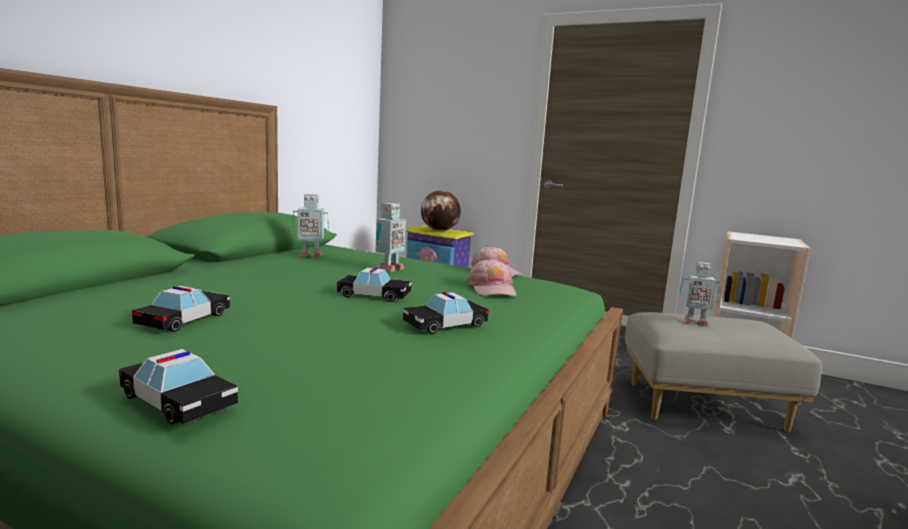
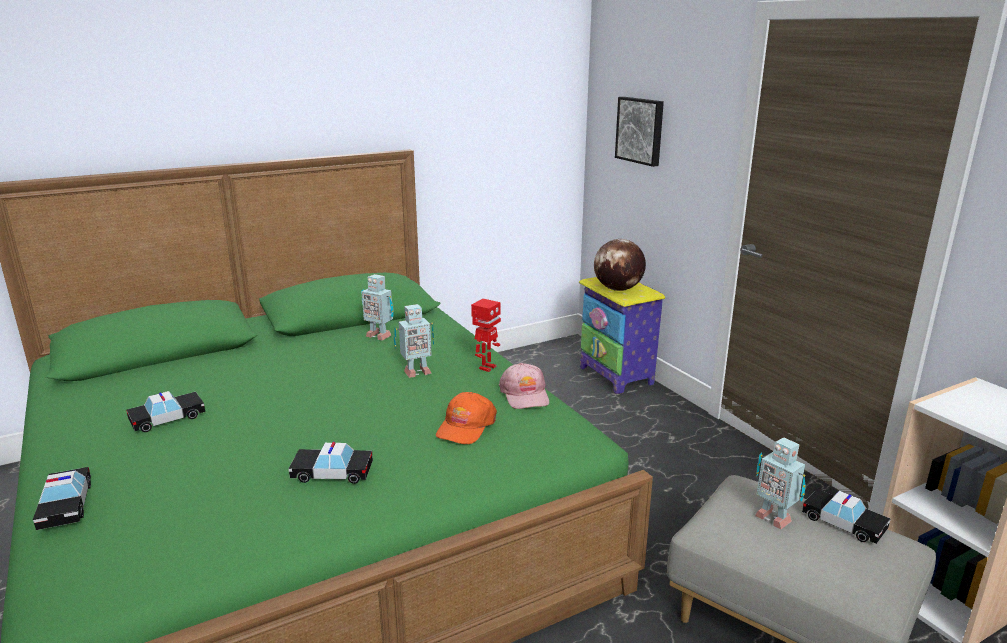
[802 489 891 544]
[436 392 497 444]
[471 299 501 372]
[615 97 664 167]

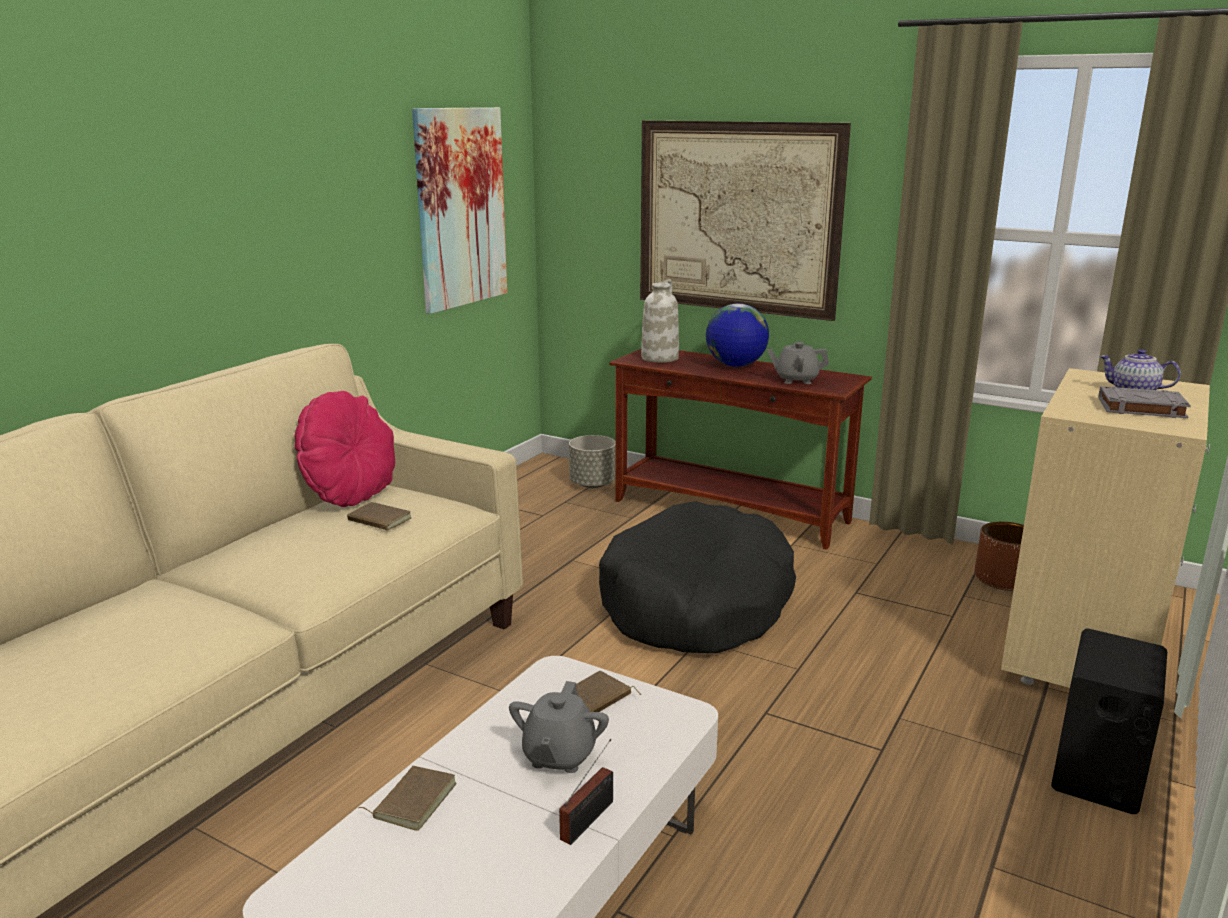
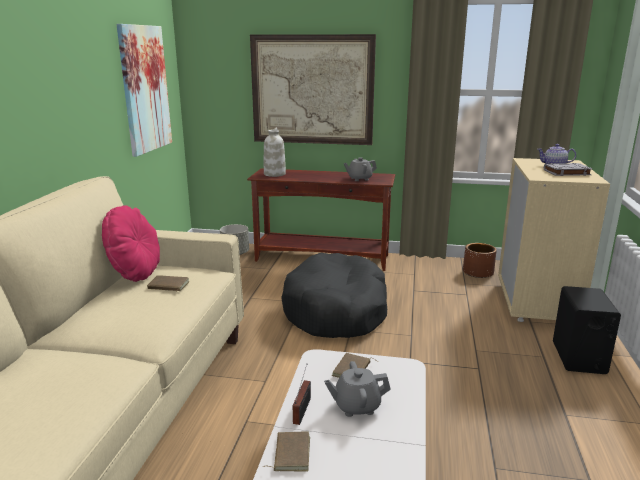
[324 361 391 417]
[293 364 311 425]
[706 303 769 367] (first image)

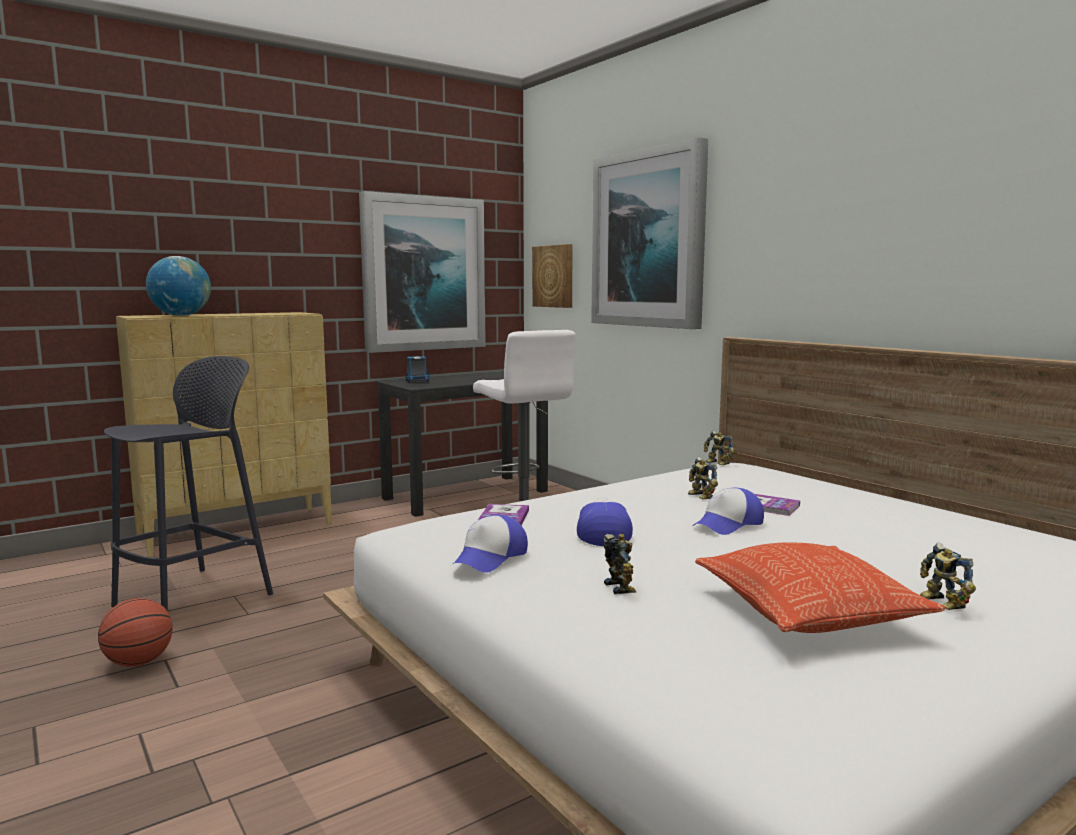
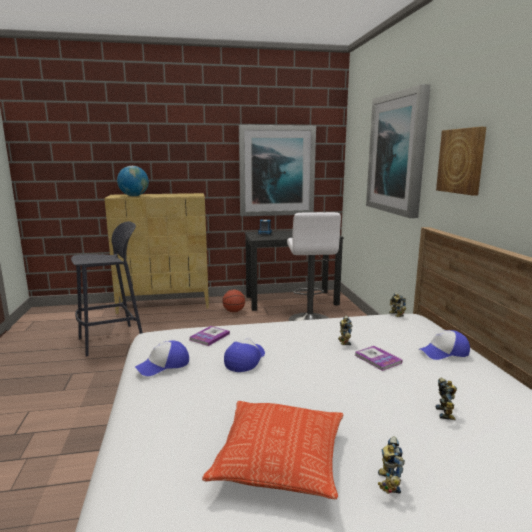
[223 290 245 312]
[436 127 486 196]
[436 378 457 420]
[418 330 470 360]

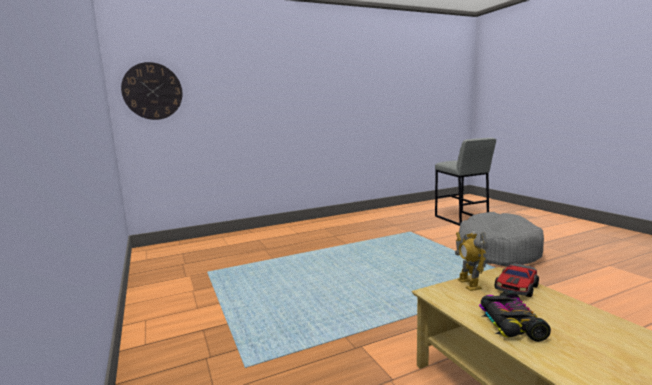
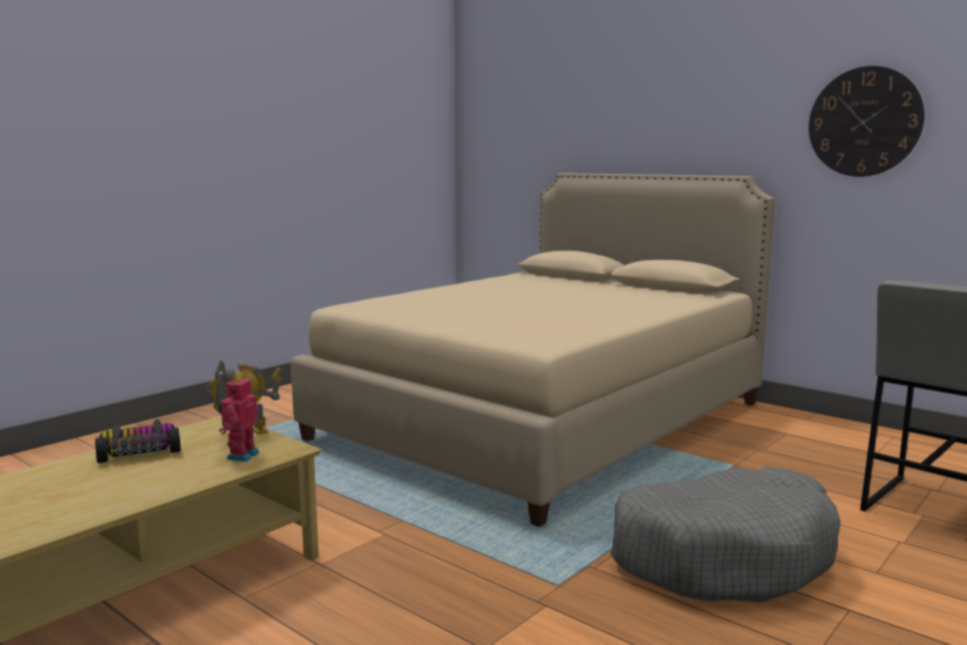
[809 66 924 177]
[219 376 259 462]
[291 173 775 527]

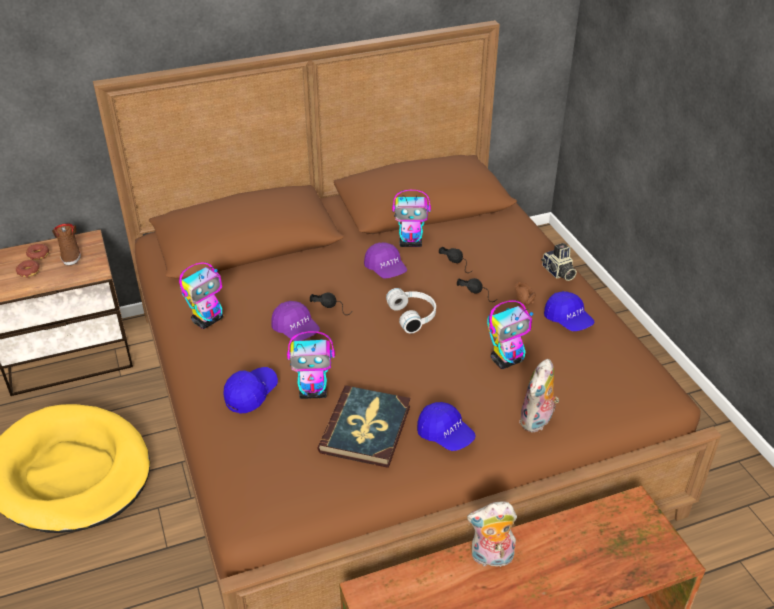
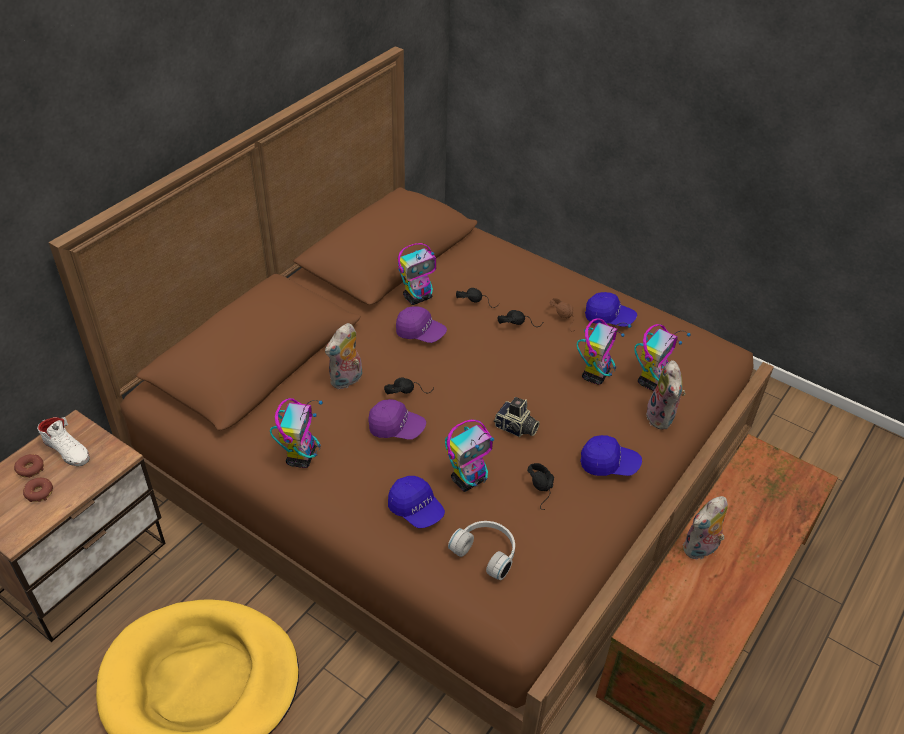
[37 417 90 466]
[388 476 445 528]
[527 463 554 510]
[448 521 515 580]
[494 397 540 437]
[325 323 363 389]
[634 324 691 391]

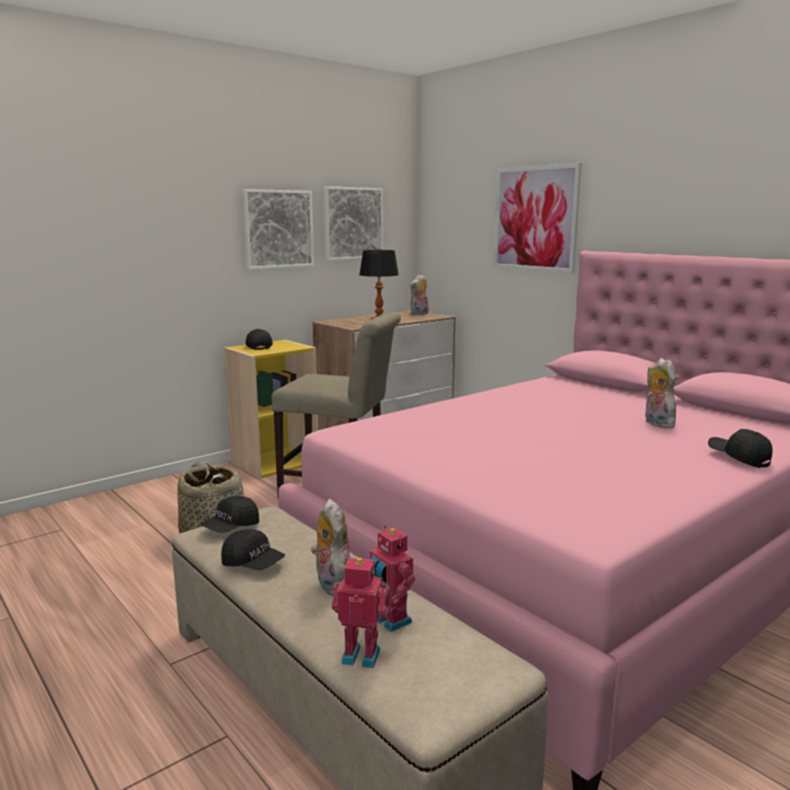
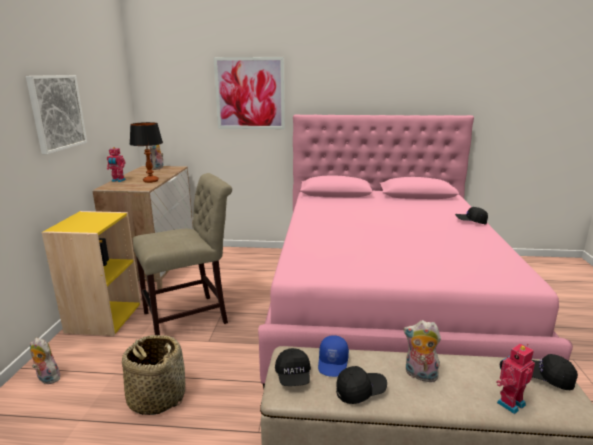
[531 354 578 390]
[323 186 383 261] (first image)
[107 147 126 182]
[30 338 61 384]
[318 335 349 377]

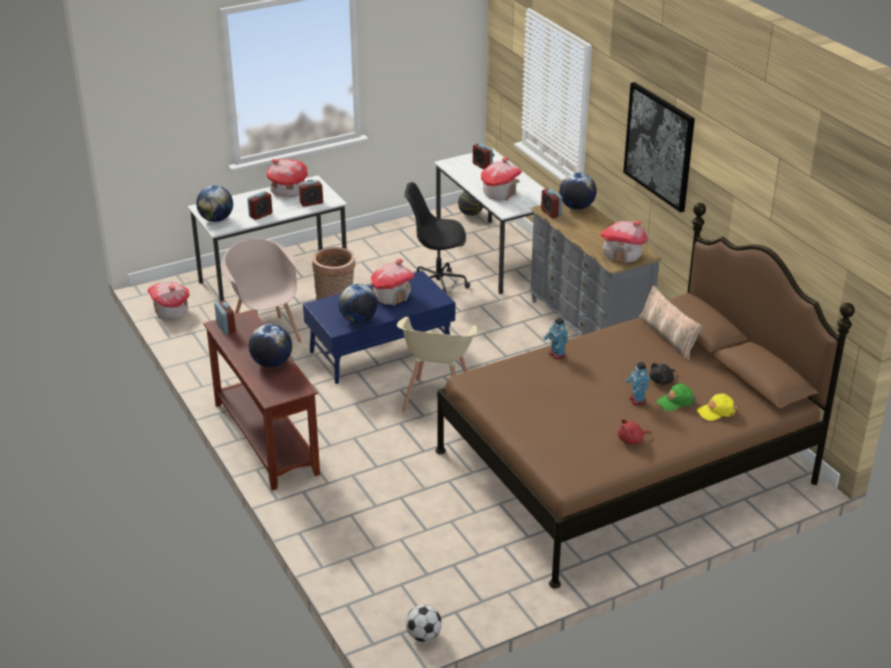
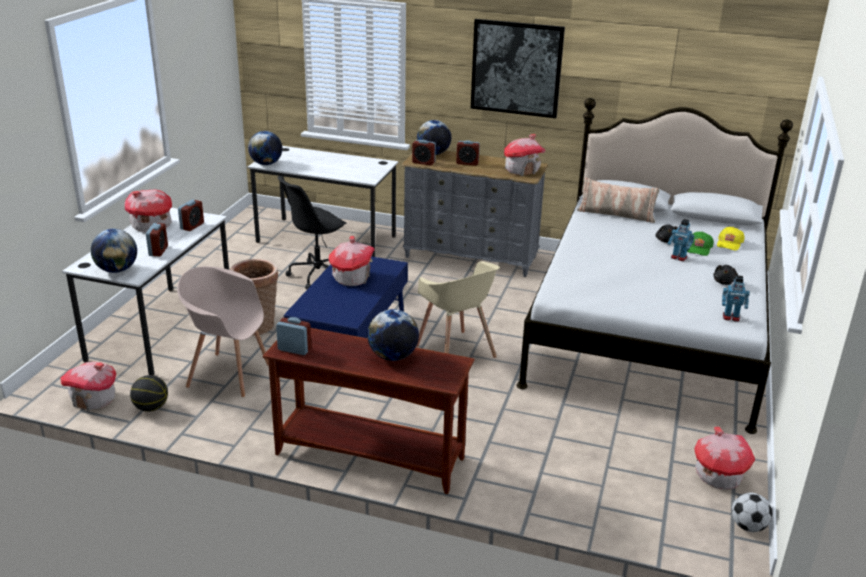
[248 131 282 165]
[517 98 793 434]
[130 375 168 412]
[456 140 480 166]
[694 427 755 490]
[722 275 750 322]
[713 265 738 285]

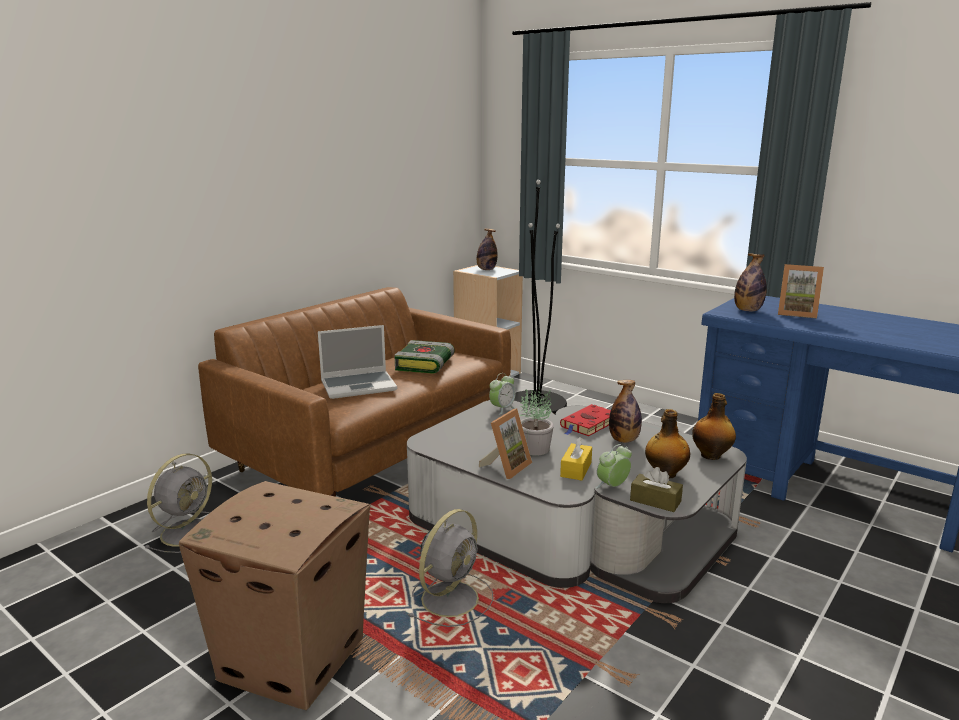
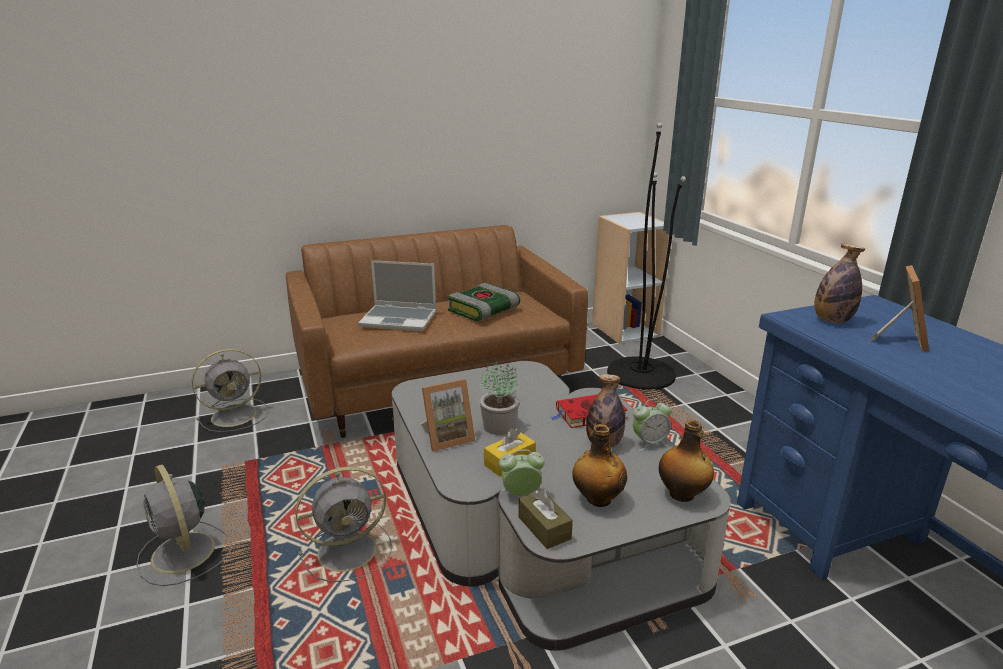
[137 464 232 586]
[477 229 497 270] (first image)
[633 398 672 451]
[869 265 929 351]

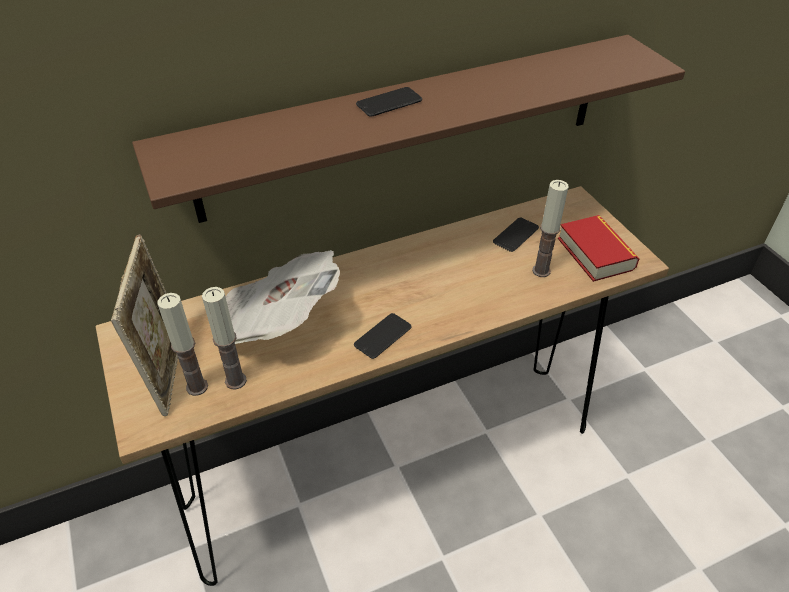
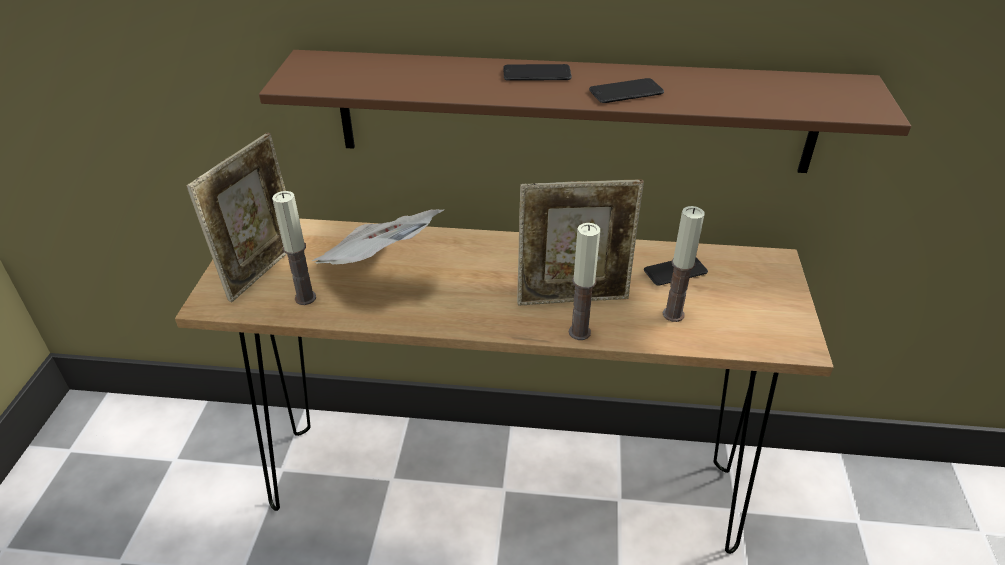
[569 223 600 340]
[589 78 664 103]
[558 215 640 282] (first image)
[517 180 644 305]

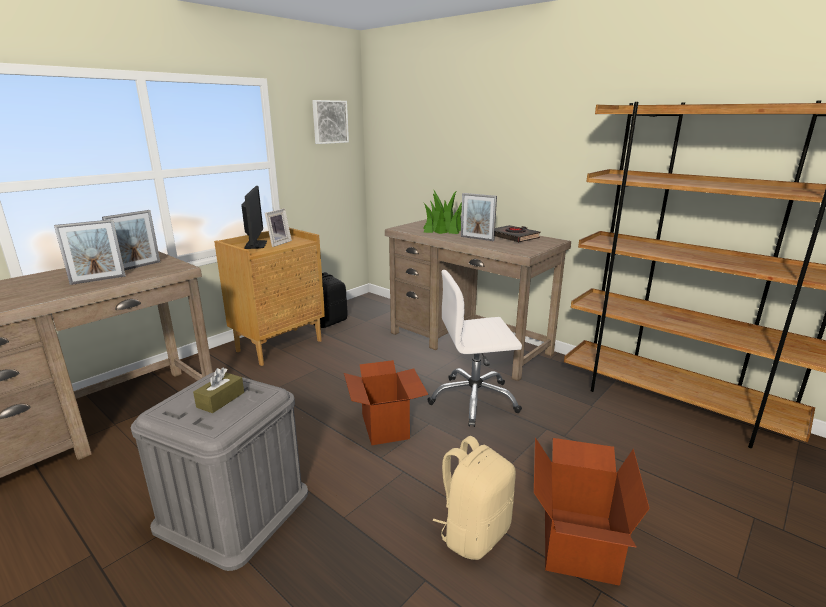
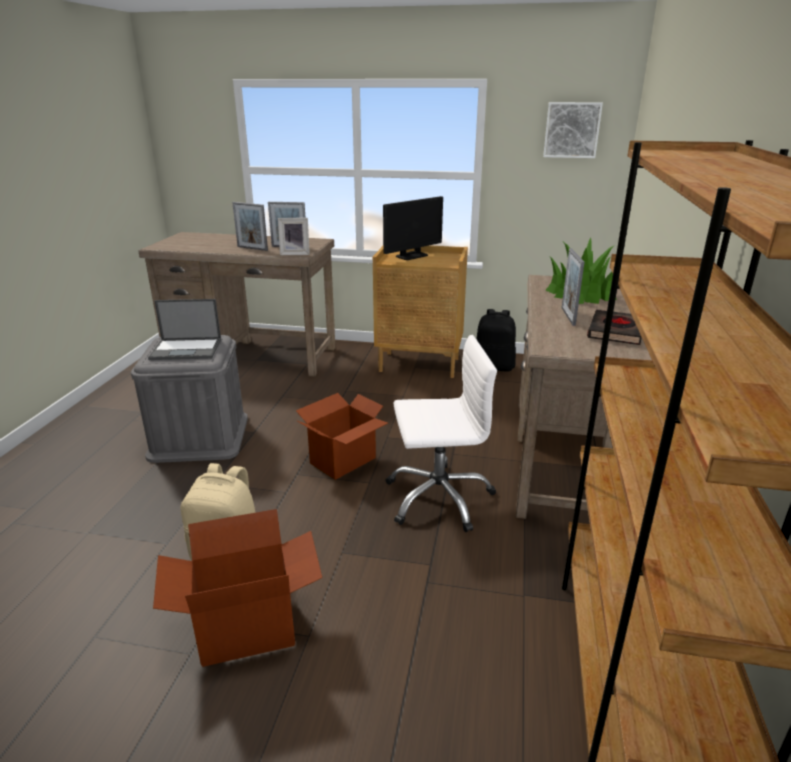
[148 299 221 360]
[278 218 310 255]
[386 335 497 532]

